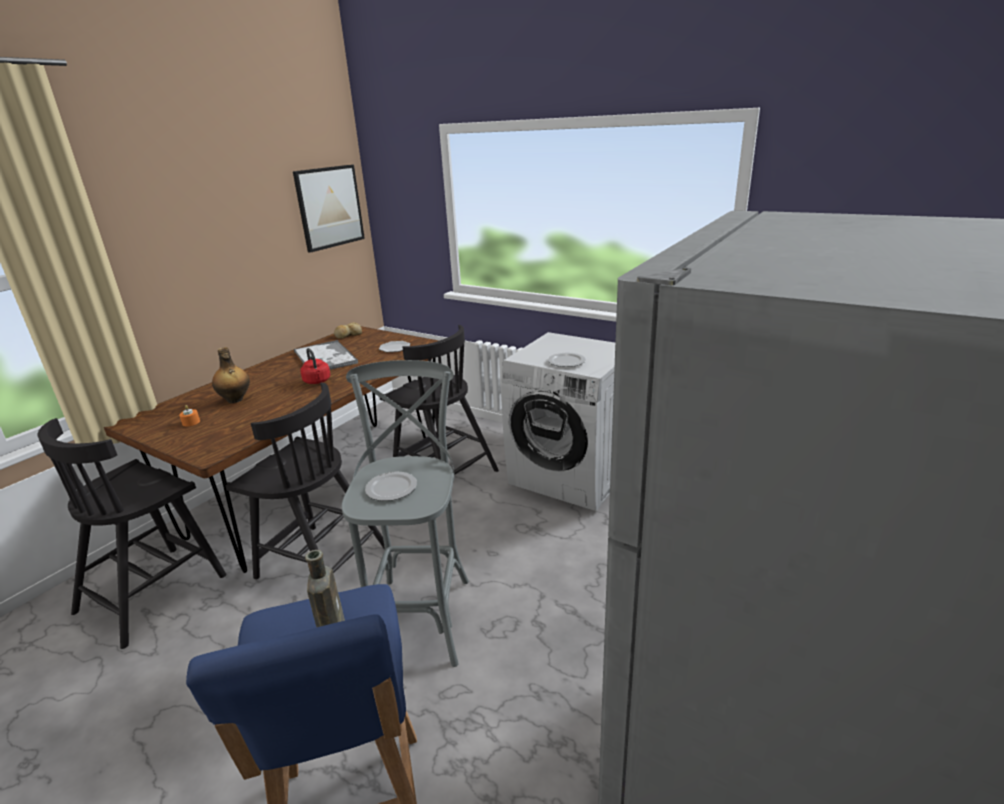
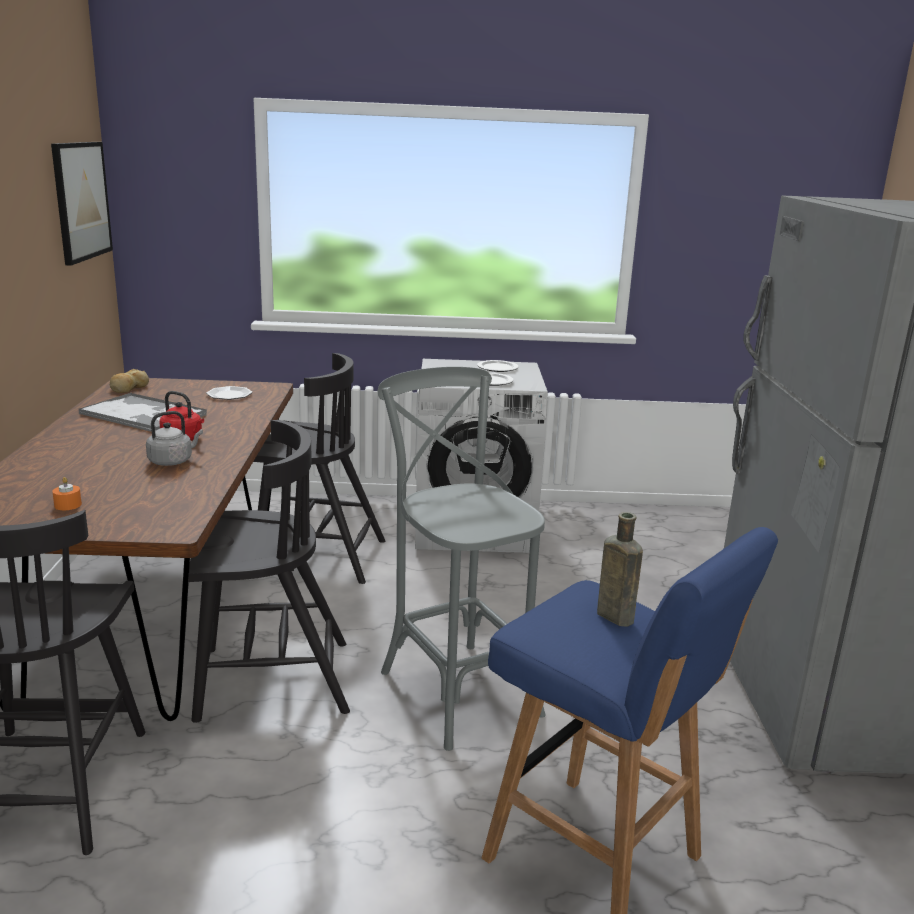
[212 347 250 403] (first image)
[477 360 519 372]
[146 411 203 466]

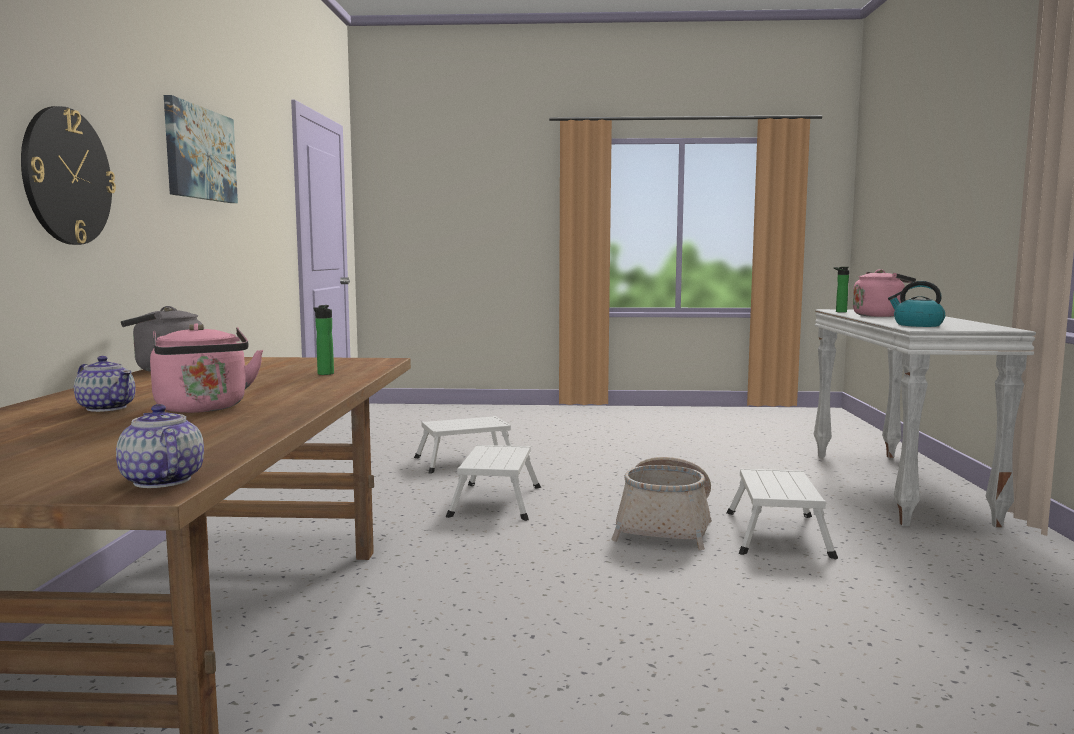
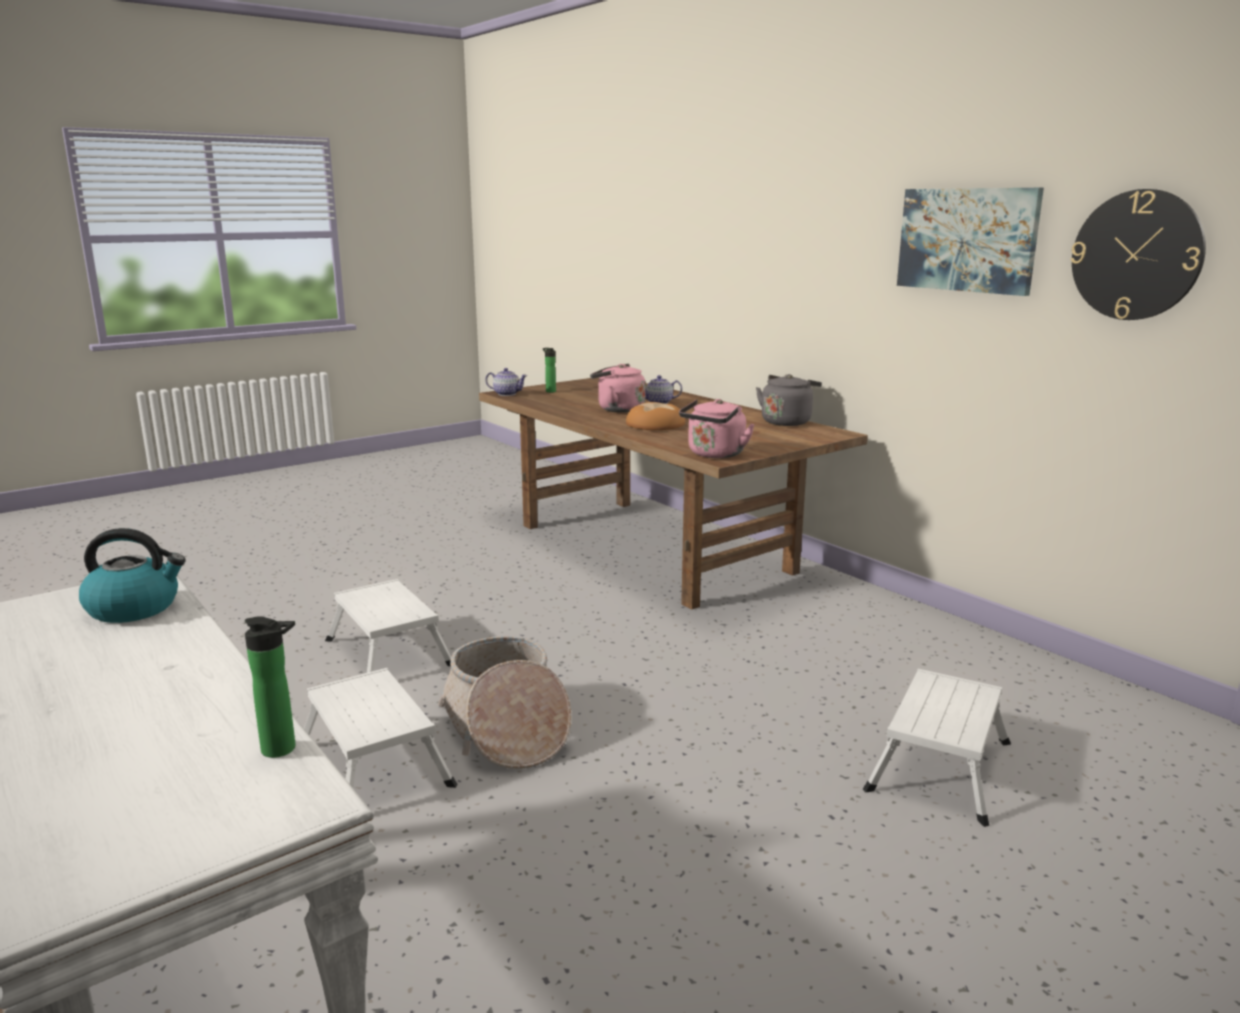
[1071 189 1206 320]
[543 348 556 393]
[325 579 451 673]
[679 399 755 458]
[626 402 685 430]

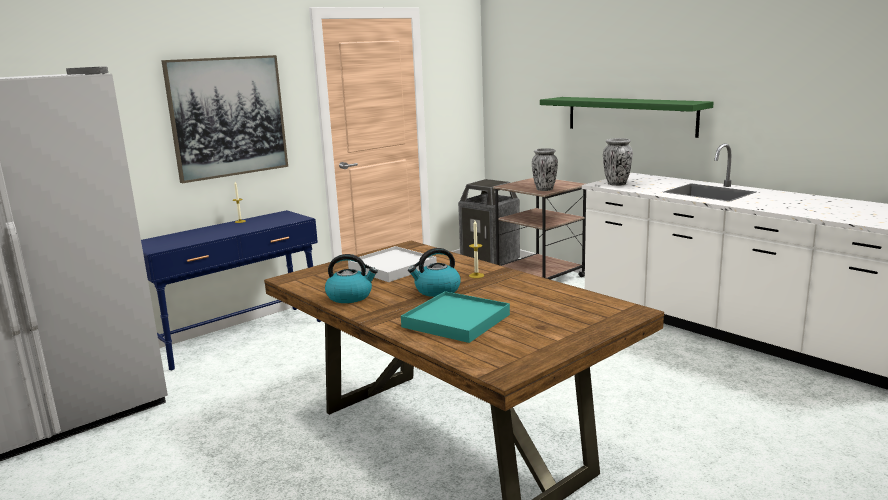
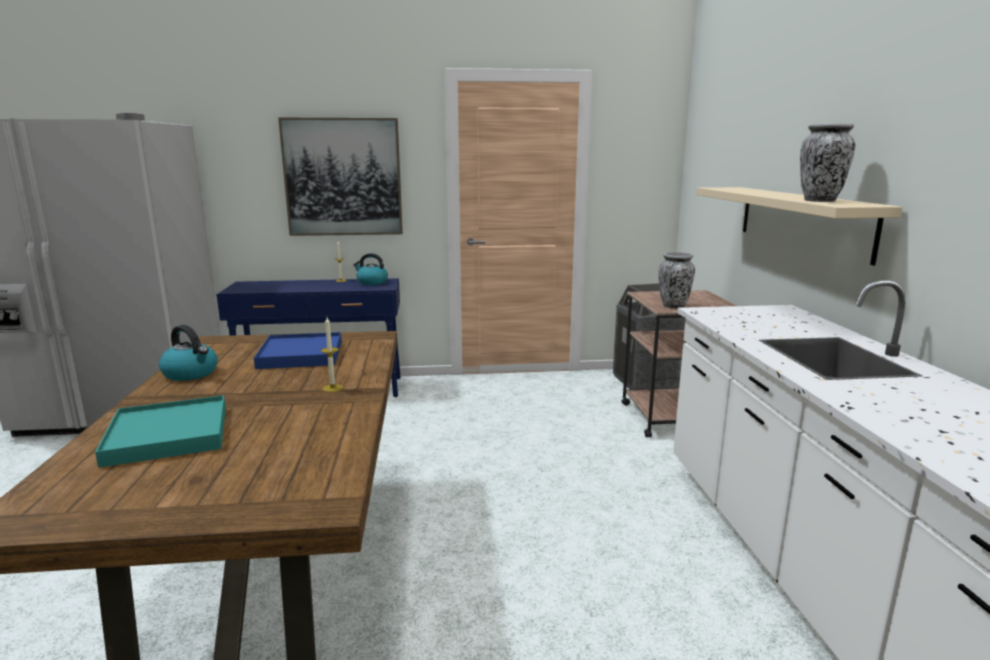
[254 332 342 369]
[353 253 388 285]
[696 187 903 266]
[800 124 855 202]

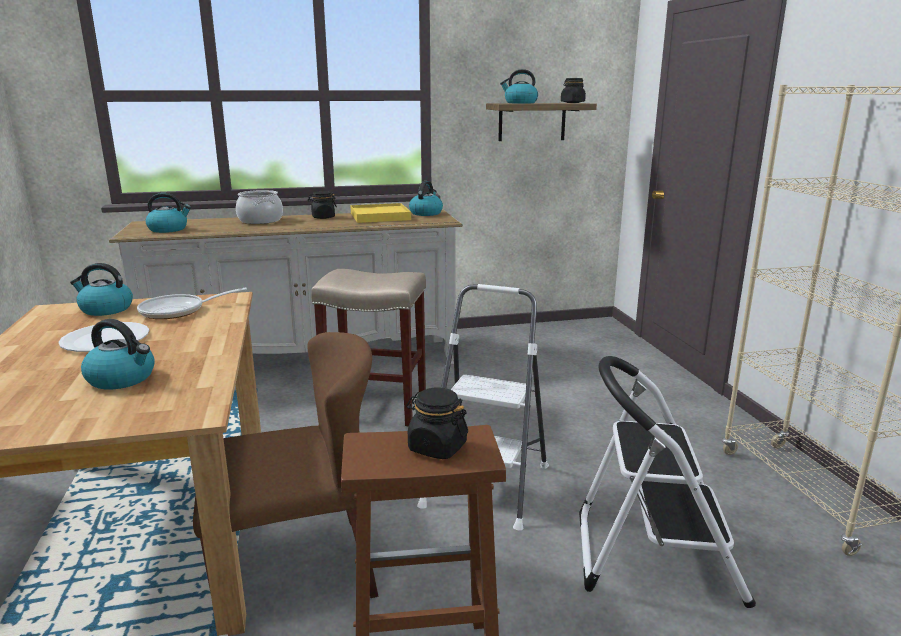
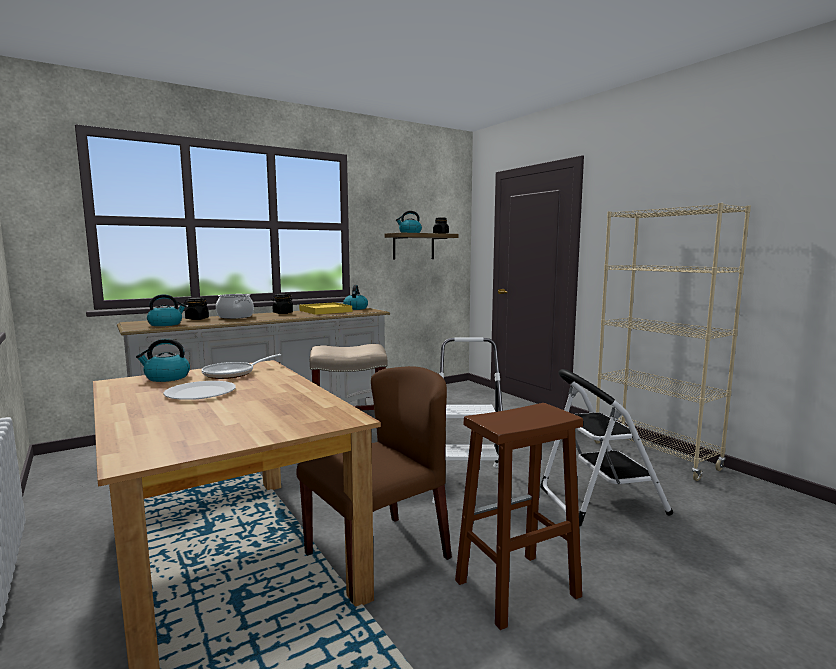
[81 319 155 390] (first image)
[184 298 209 320]

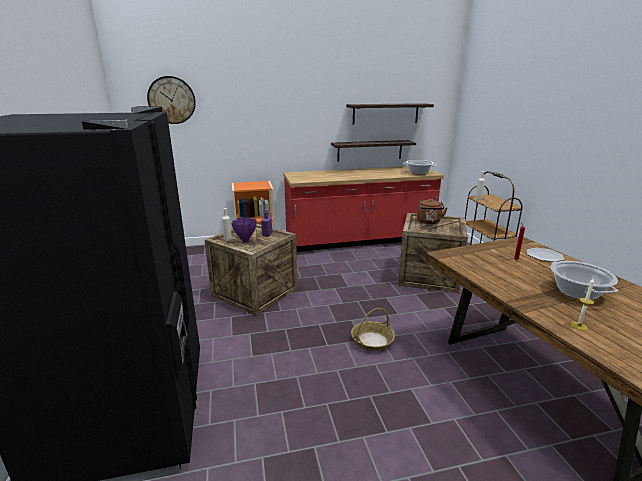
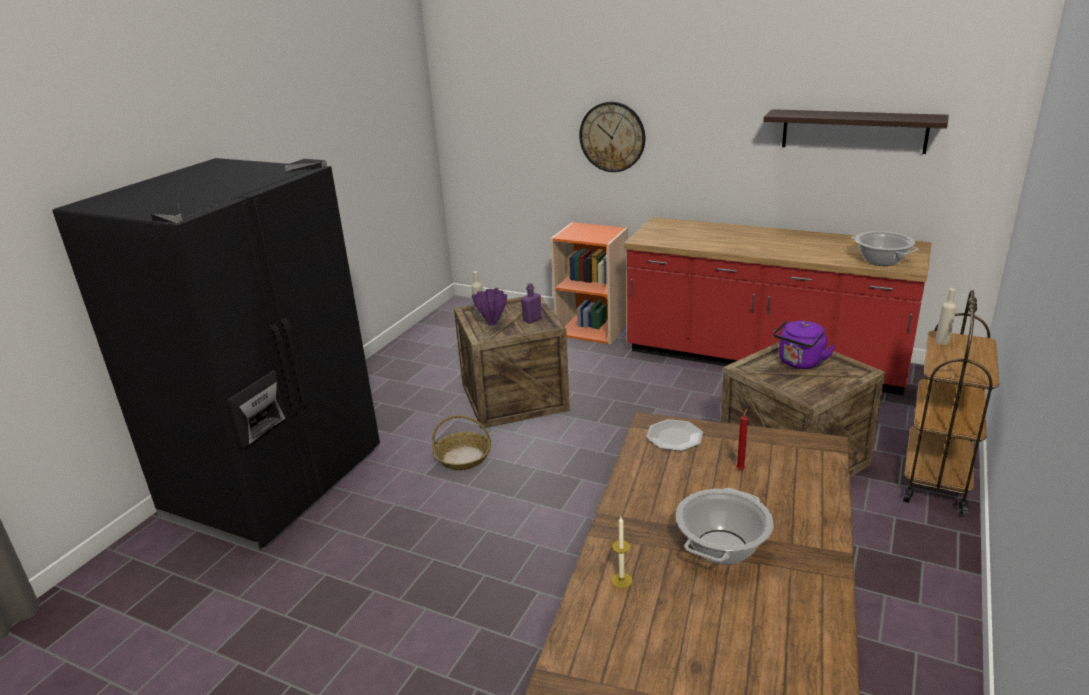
[579 102 645 172]
[331 140 416 161] (first image)
[432 415 491 470]
[773 320 835 369]
[646 419 703 451]

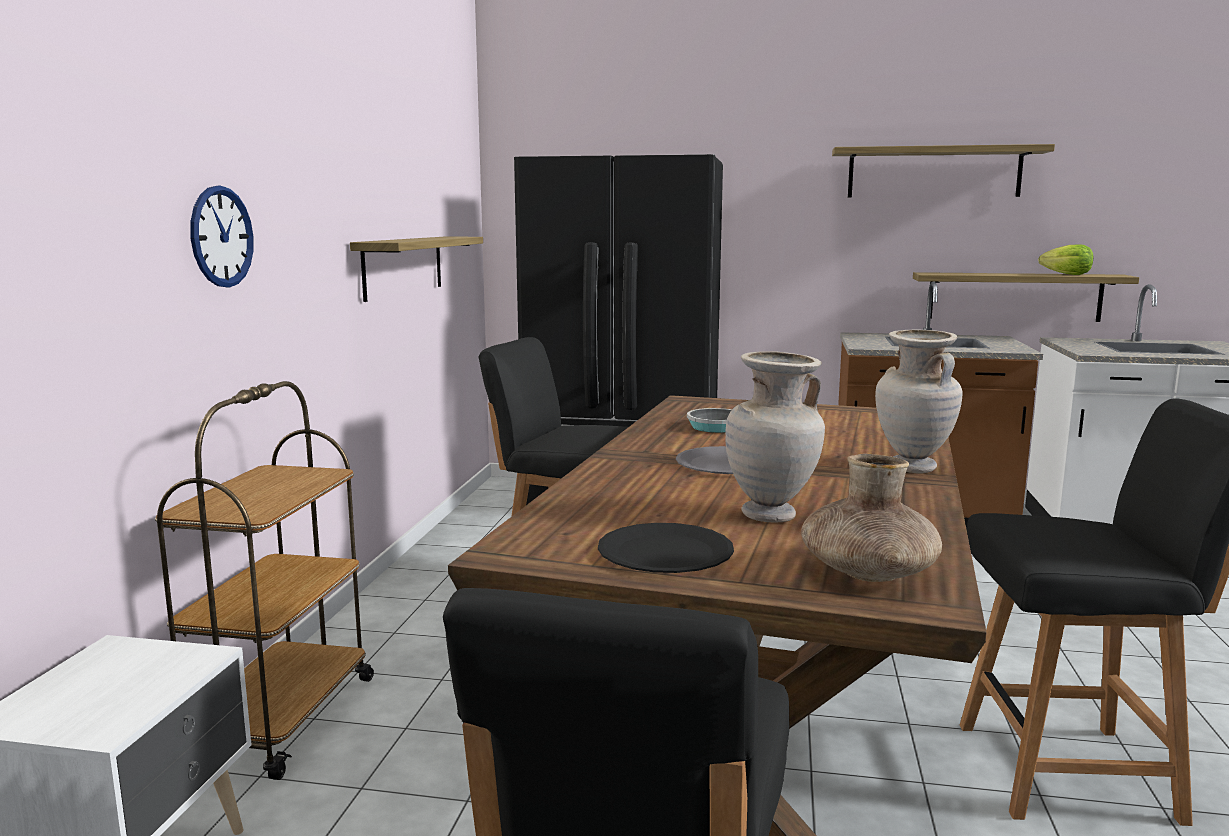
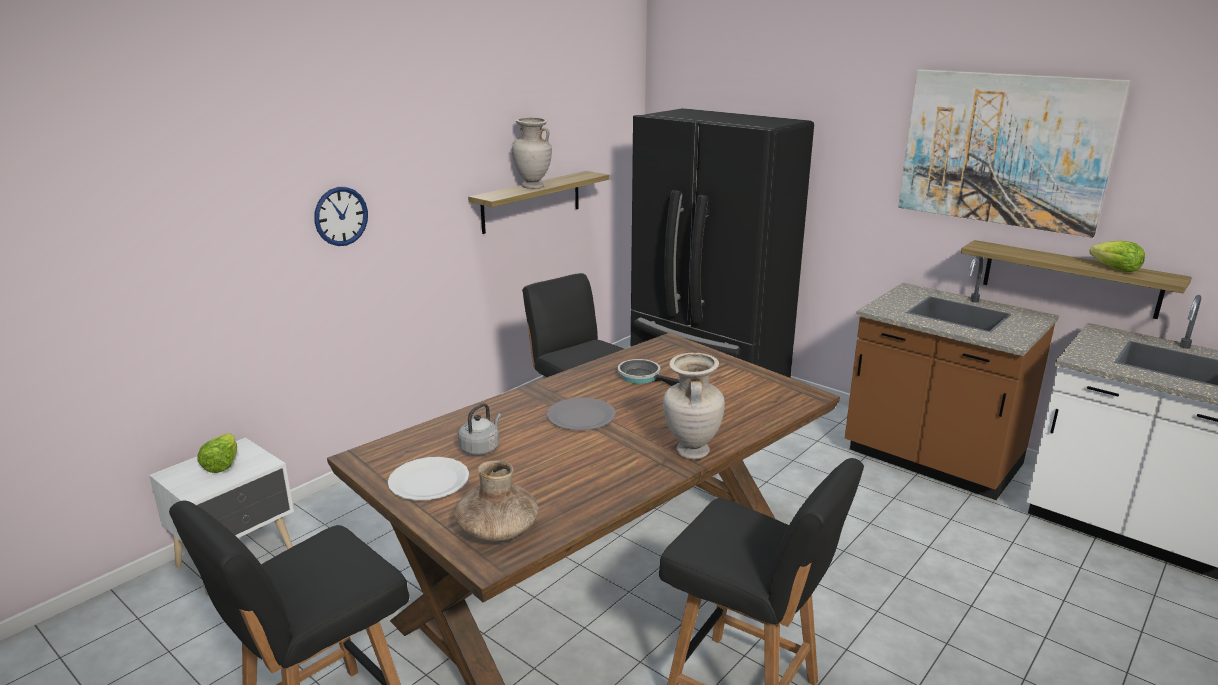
[155 381 374 780] (first image)
[388 457 469 500]
[512 118 552 189]
[898 70 1131 238]
[197 433 237 473]
[458 403 501 456]

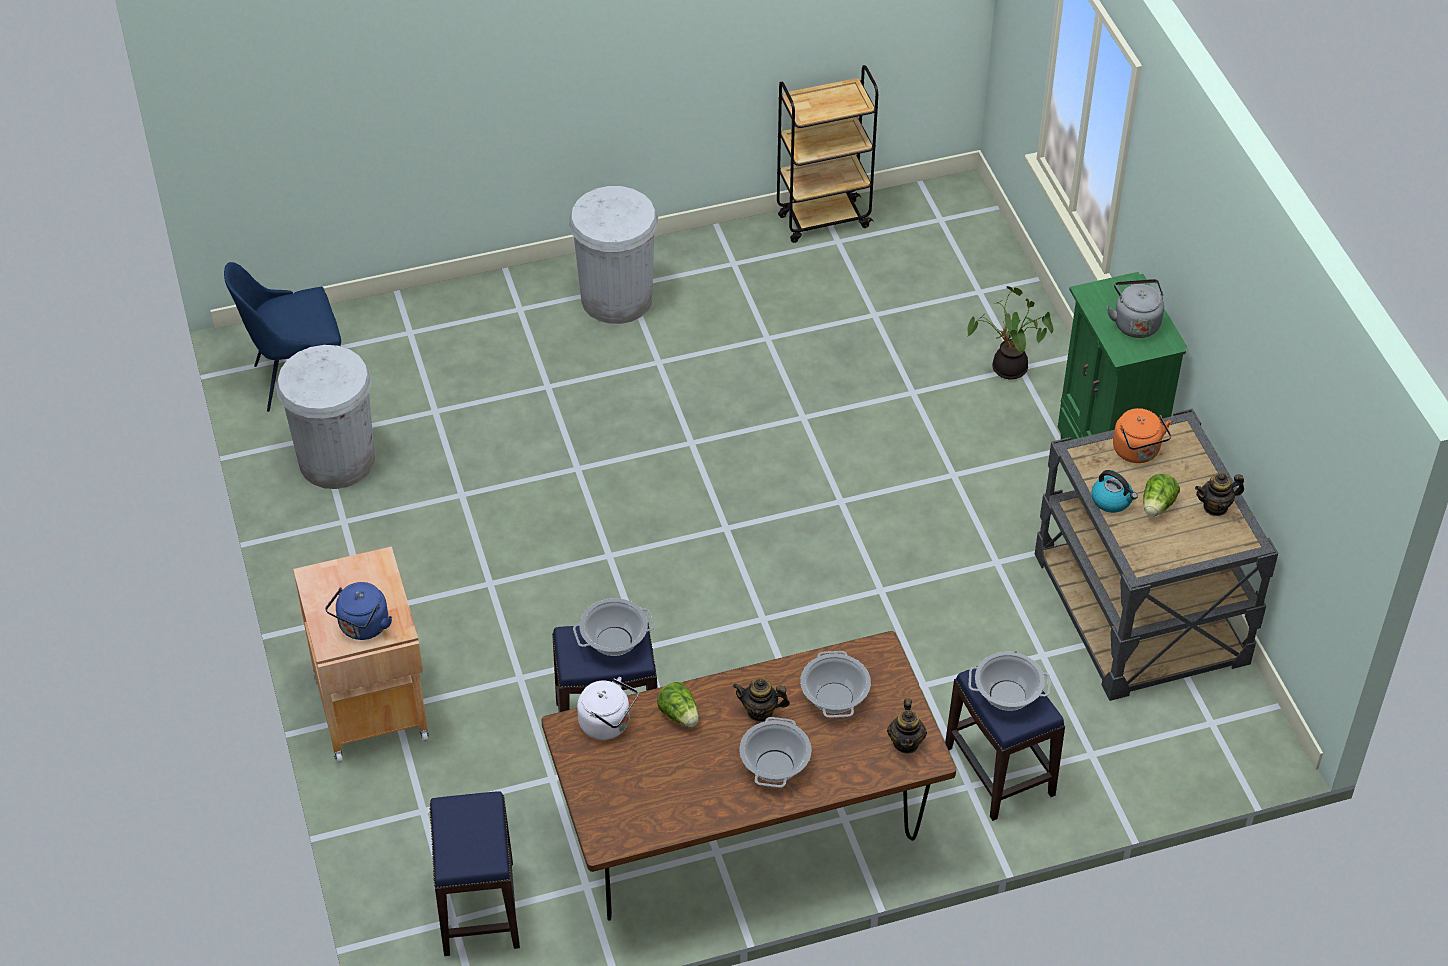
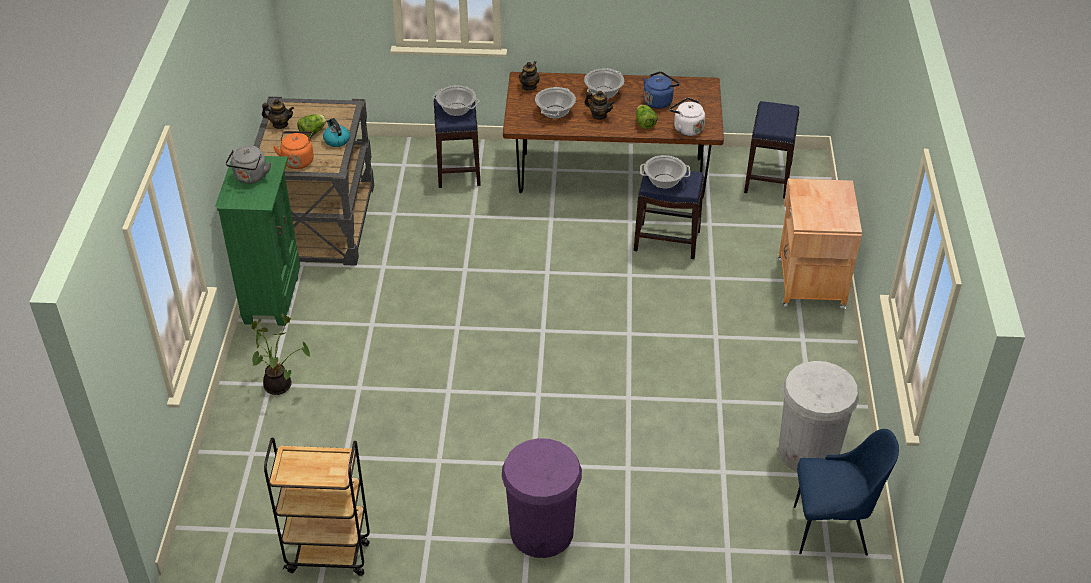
[643 71 680 109]
[502 438 582 558]

